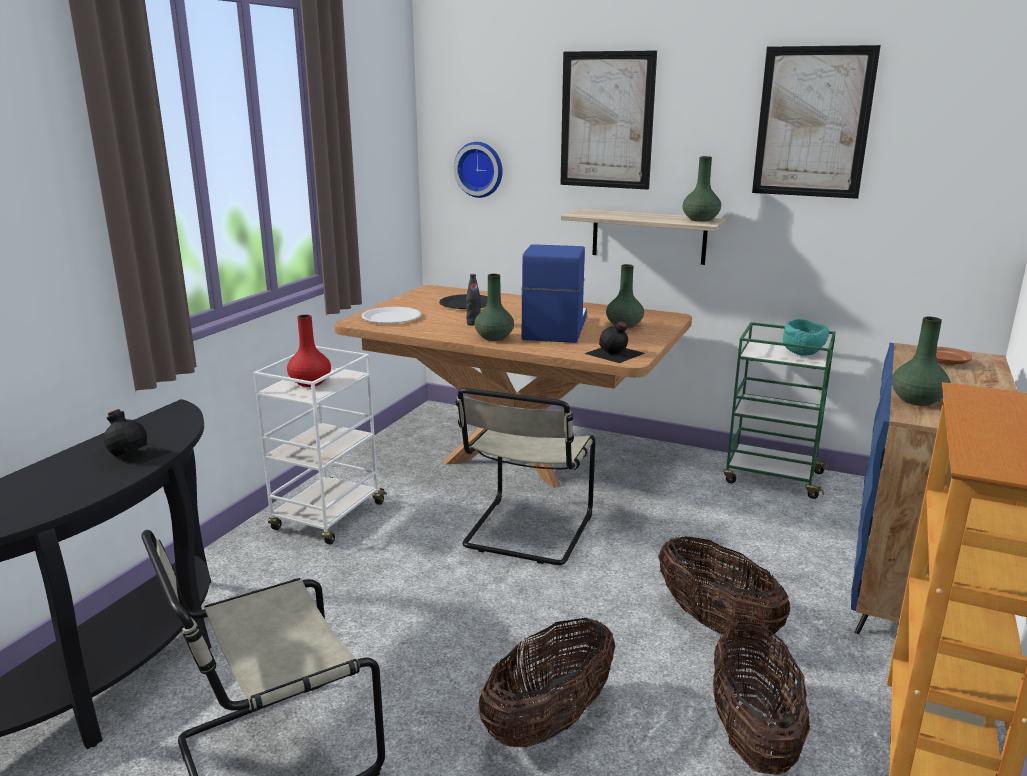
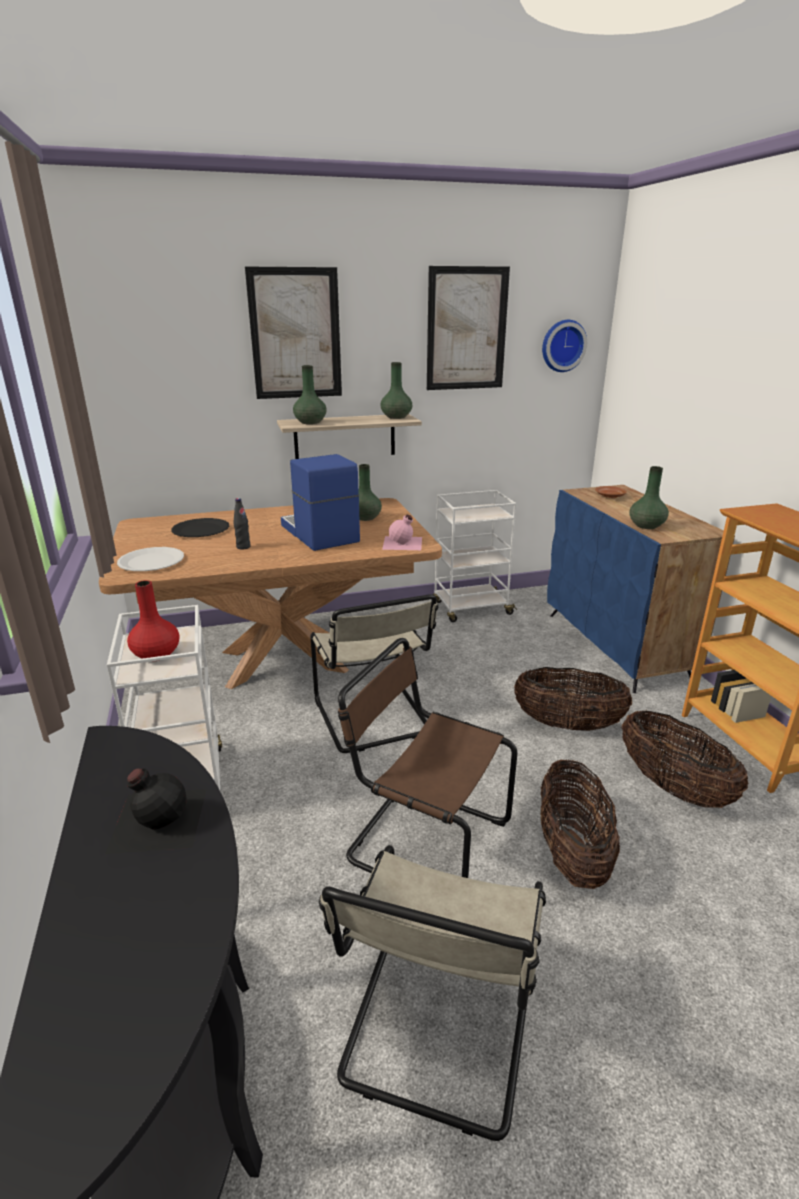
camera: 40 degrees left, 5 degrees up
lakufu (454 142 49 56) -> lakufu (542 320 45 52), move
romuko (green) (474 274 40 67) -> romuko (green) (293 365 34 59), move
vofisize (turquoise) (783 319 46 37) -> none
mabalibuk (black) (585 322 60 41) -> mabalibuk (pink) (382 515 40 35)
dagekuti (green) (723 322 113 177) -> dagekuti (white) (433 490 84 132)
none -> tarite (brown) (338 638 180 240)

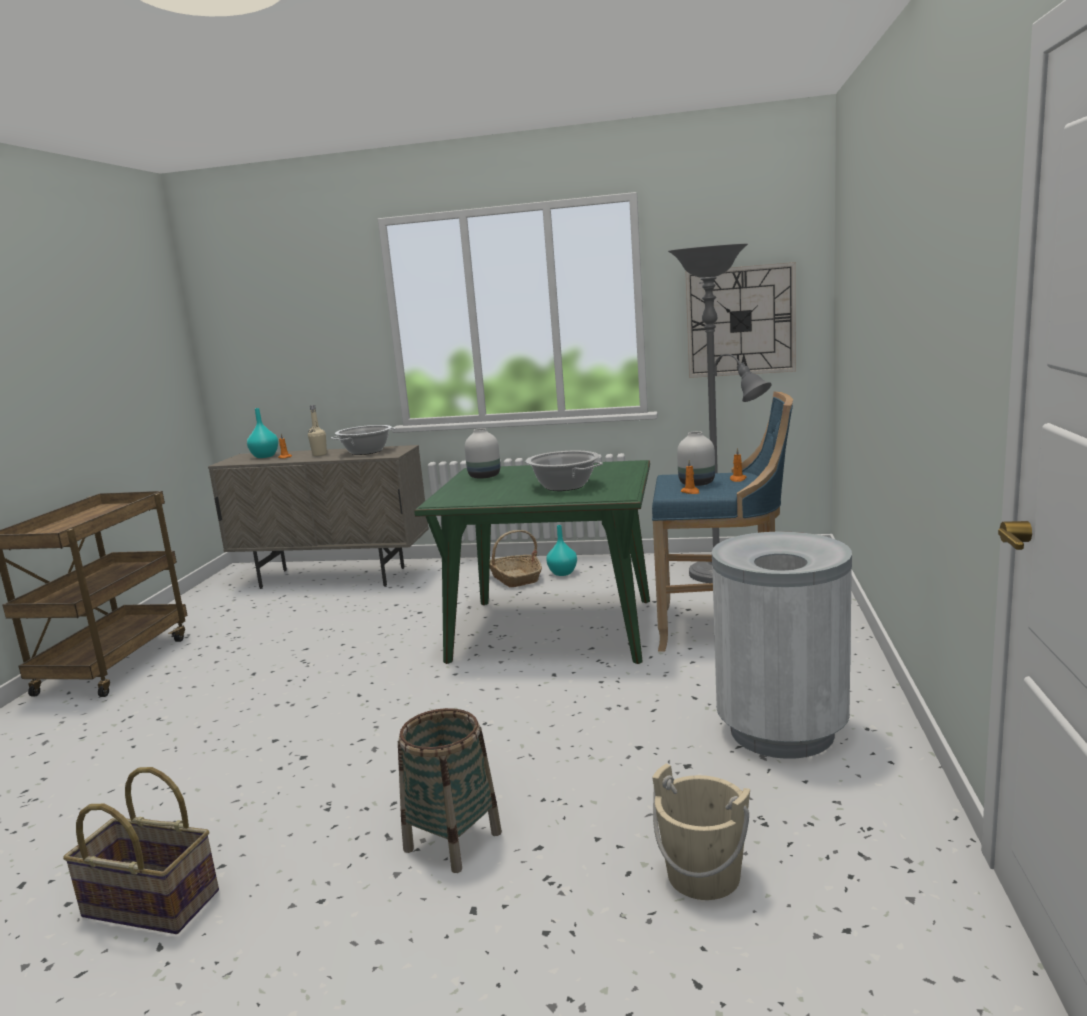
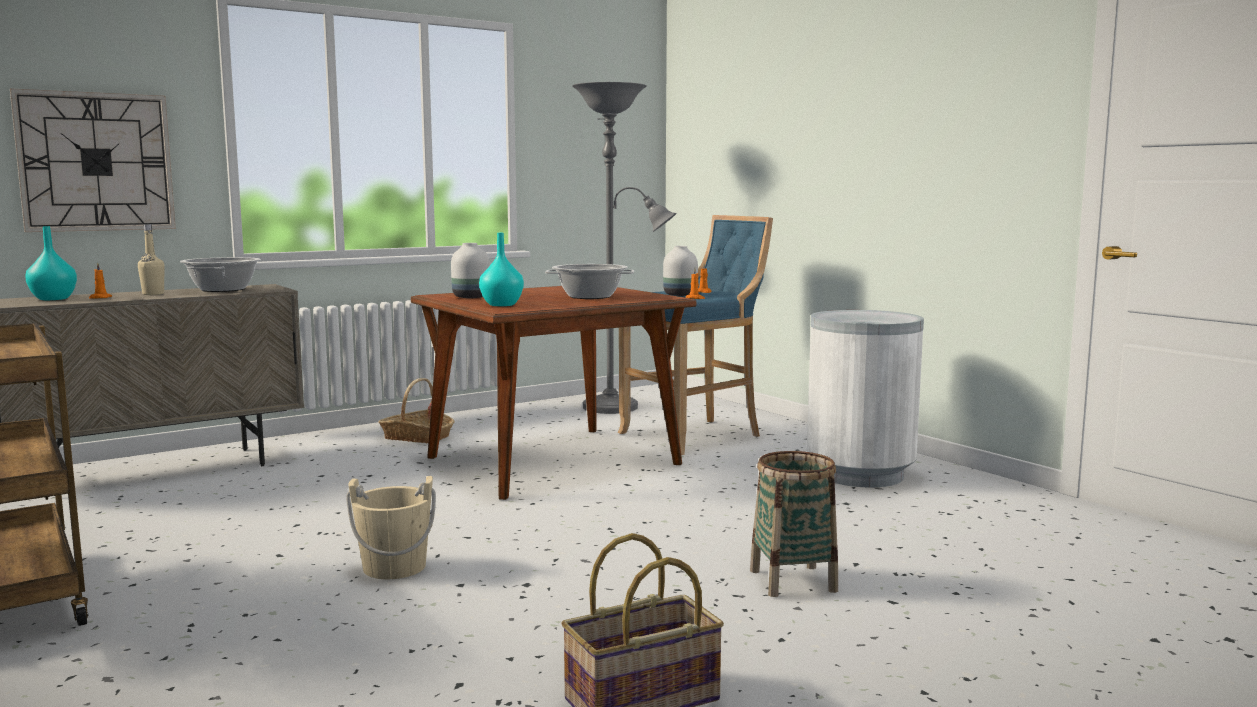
camera: 45 degrees left, 5 degrees down
lakufu (685 262 111 116) -> lakufu (10 88 166 144), move
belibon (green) (414 460 236 204) -> belibon (brown) (411 286 285 214)
romuko (turquoise) (546 525 31 51) -> romuko (turquoise) (479 233 45 73), move
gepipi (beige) (652 763 98 137) -> gepipi (beige) (346 476 90 103), move

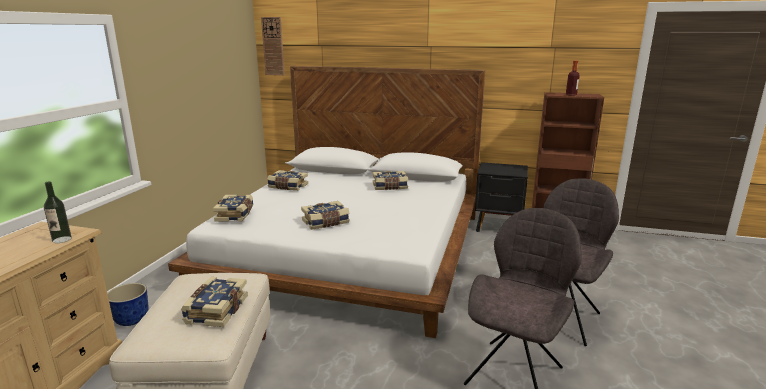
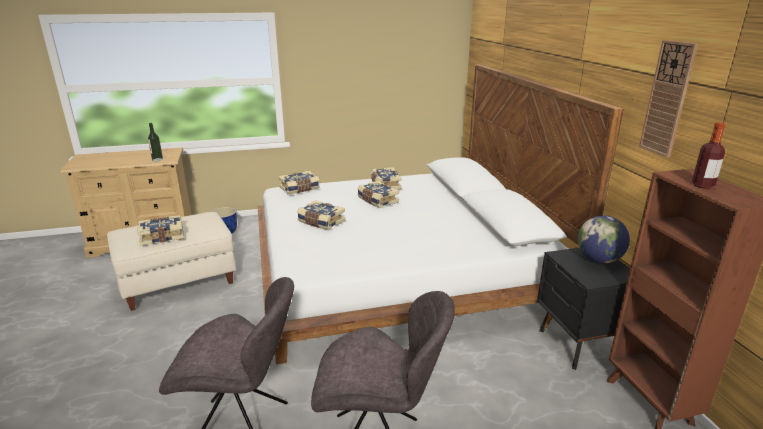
camera: 60 degrees right, 5 degrees up
lakufu (261 17 24 58) -> lakufu (639 40 59 118), move
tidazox (373 171 35 19) -> tidazox (358 181 41 27), move
none -> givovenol (577 215 53 48)

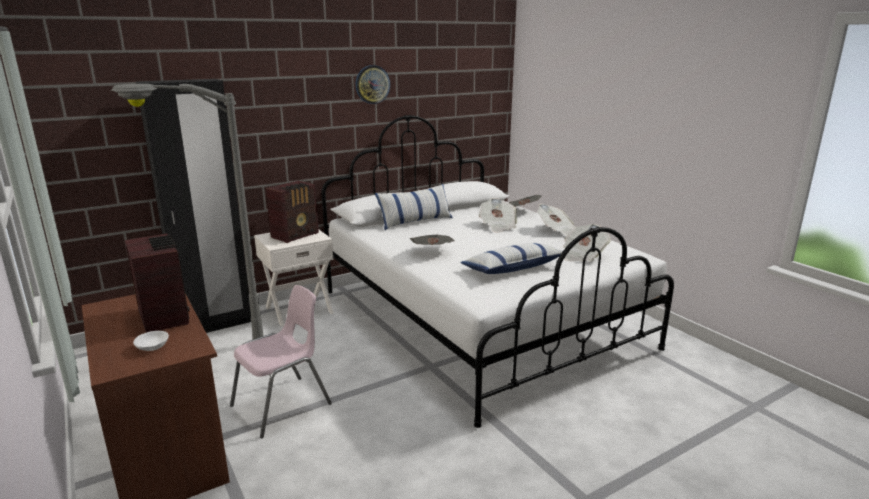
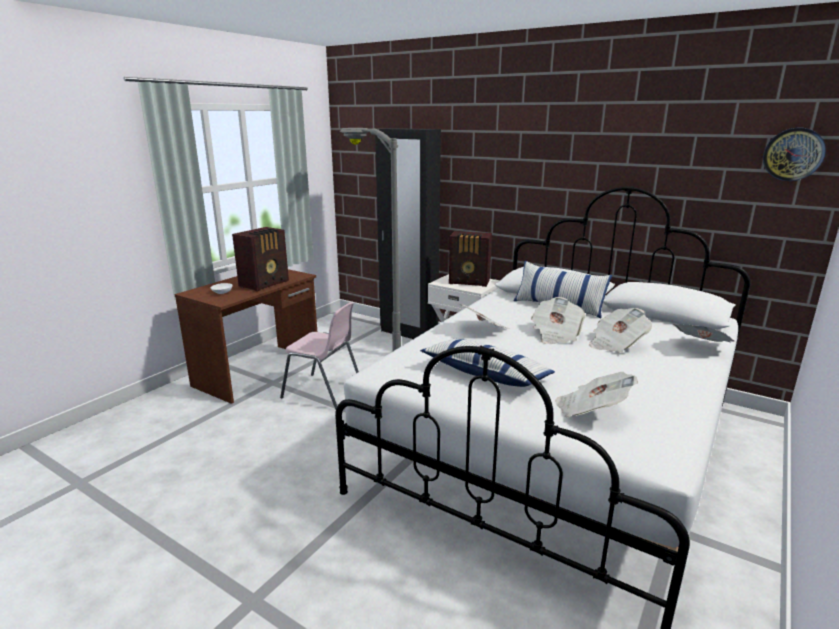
camera: 65 degrees right, 0 degrees up
lakufu (355 65 35 39) -> lakufu (763 128 63 53), move
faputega (537 204 39 31) -> faputega (531 297 55 47), move

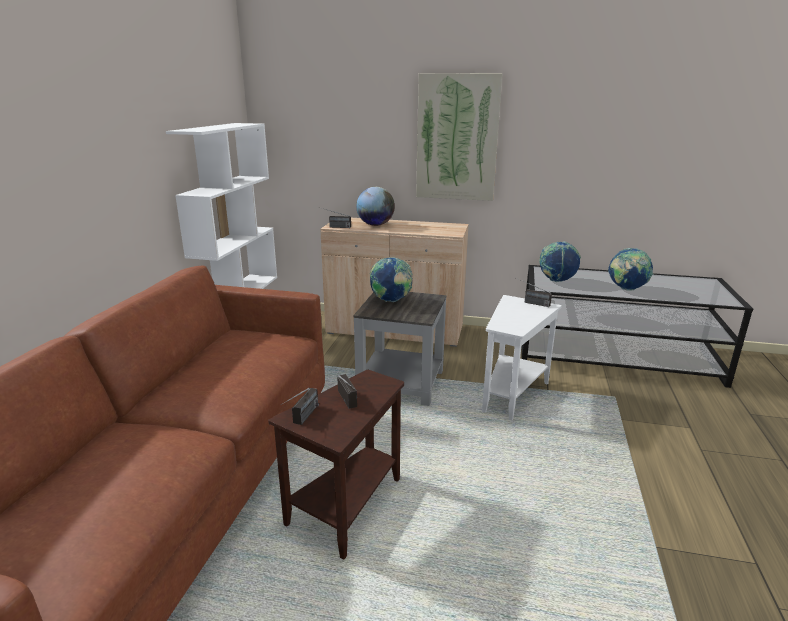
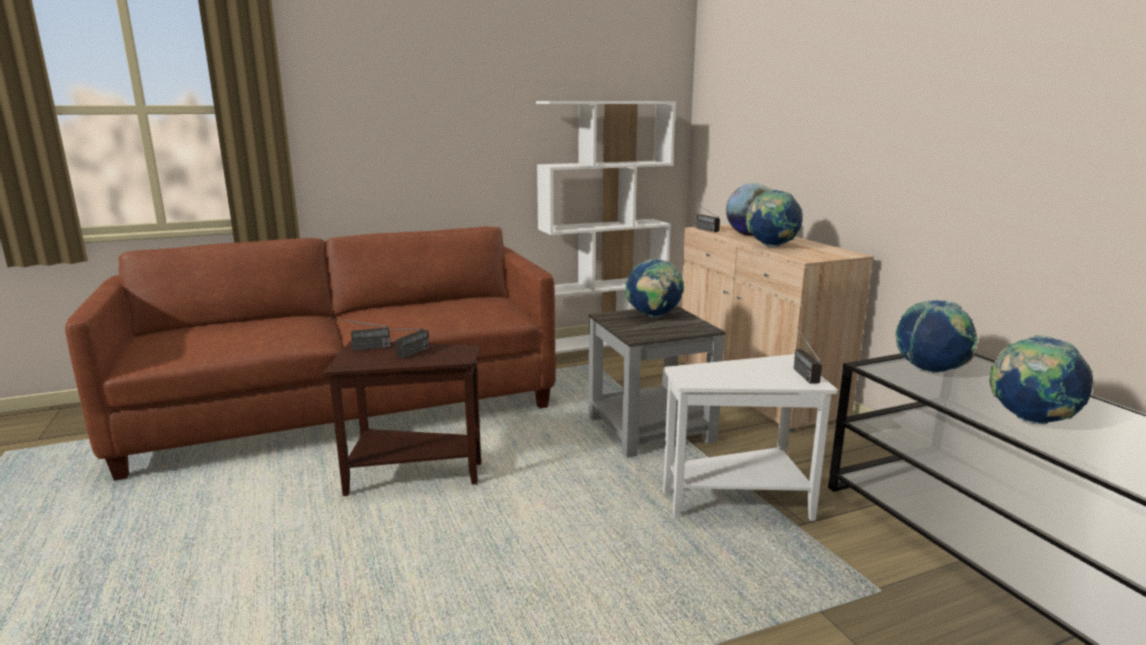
camera: 55 degrees right, 5 degrees down
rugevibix (416 73 87 128) -> none
none -> givovenol (746 190 57 57)

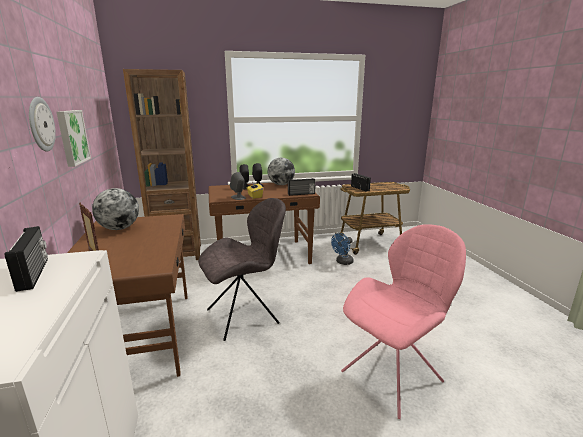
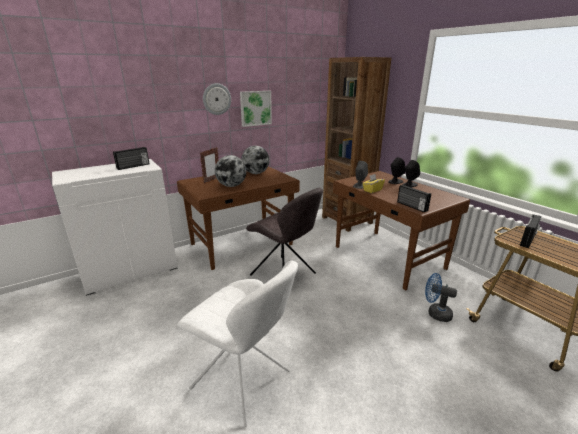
camera: 70 degrees right, 5 degrees up
givovenol (268 158 27 27) -> givovenol (215 155 31 32), move
tarite (pink) (341 224 125 195) -> tarite (white) (177 261 121 166)

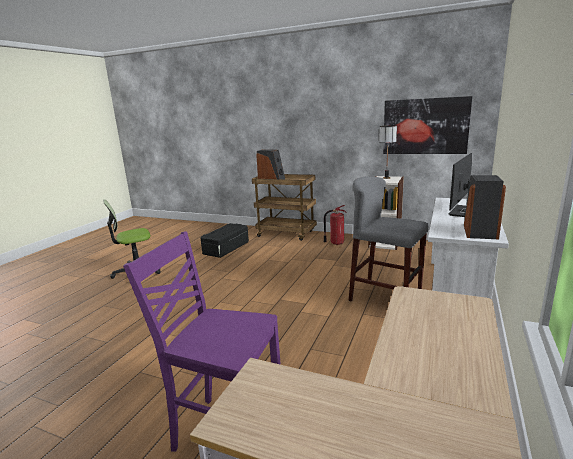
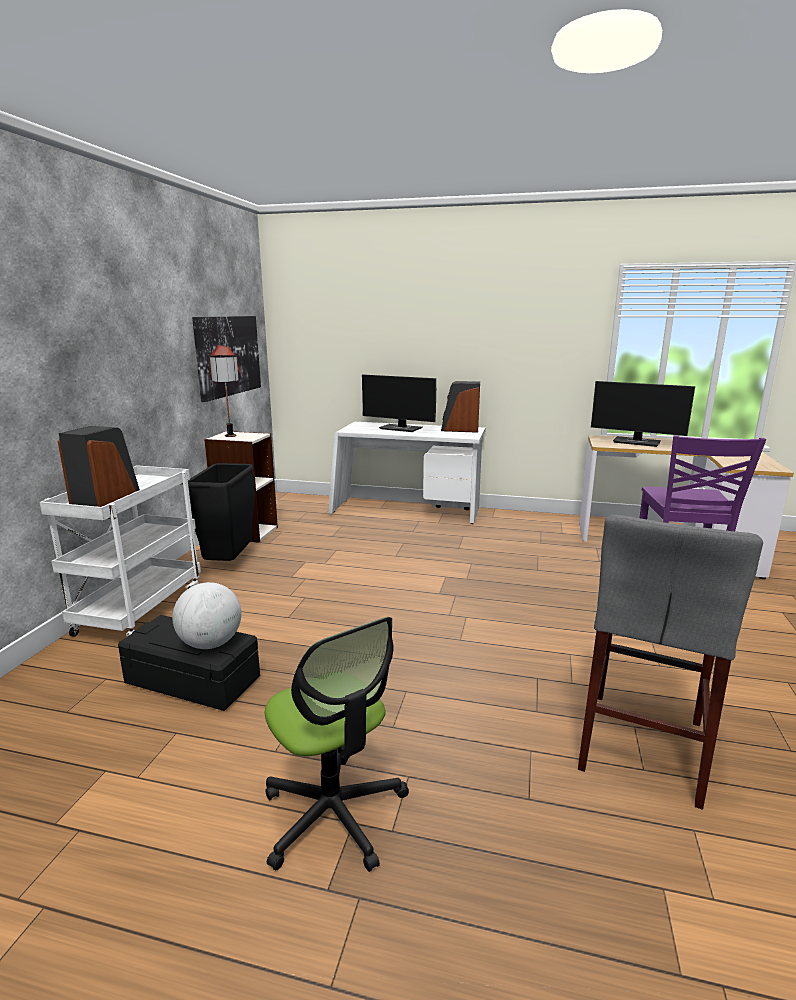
camera: 100 degrees left, 0 degrees up
dagekuti (brown) (252 174 65 67) -> dagekuti (white) (39 465 162 172)
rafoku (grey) (349 176 80 125) -> rafoku (grey) (578 514 185 296), move
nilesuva (324 205 23 40) -> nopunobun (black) (188 463 67 98)
none -> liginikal (591 381 104 66)
none -> givovenol (172 582 69 67)

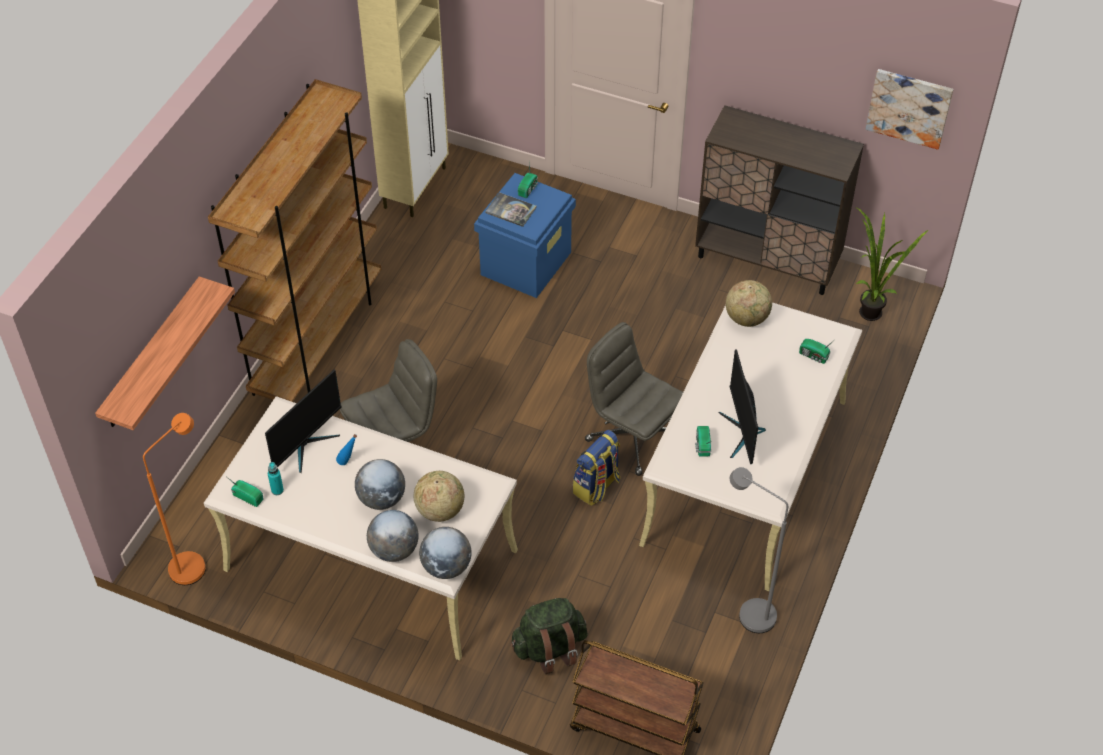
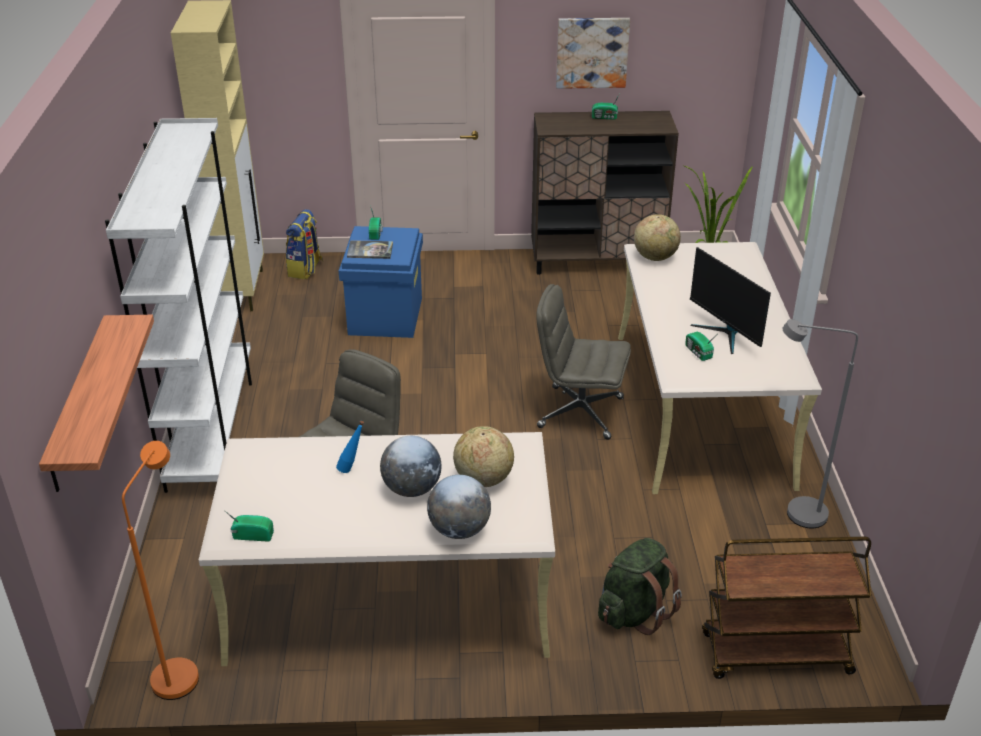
camera: 25 degrees left, 15 degrees down
rugevibix (866 69 87 81) -> rugevibix (556 18 74 71), move
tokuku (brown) (208 79 173 323) -> tokuku (white) (105 118 147 375)
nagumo (799 339 34 25) -> nagumo (592 95 27 24), move
liginikal (265 369 77 104) -> none
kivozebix (573 430 47 76) -> kivozebix (286 209 37 70), move
mabalibuk (turquoise) (268 462 16 33) -> none
givovenol (419 527 52 52) -> none

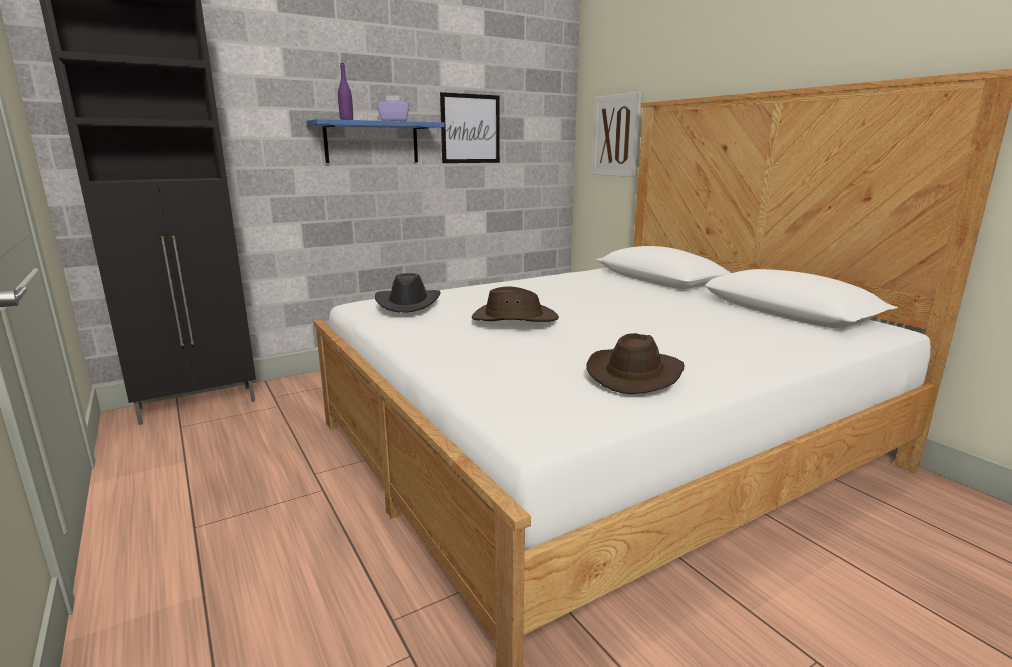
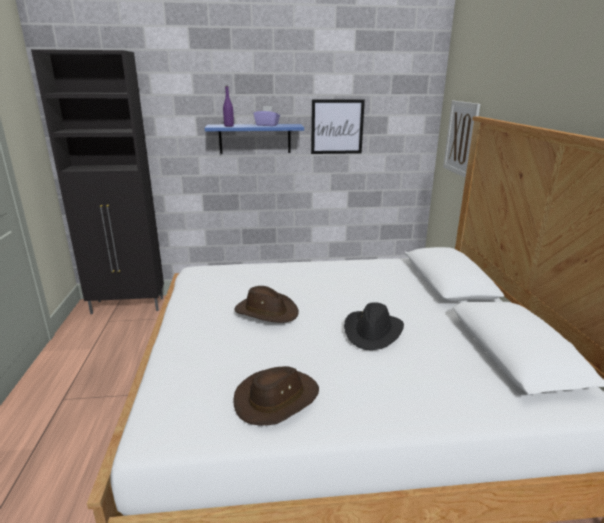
camera: 25 degrees right, 5 degrees up
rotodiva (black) (375 273 65 40) -> rotodiva (black) (344 302 60 48), move

